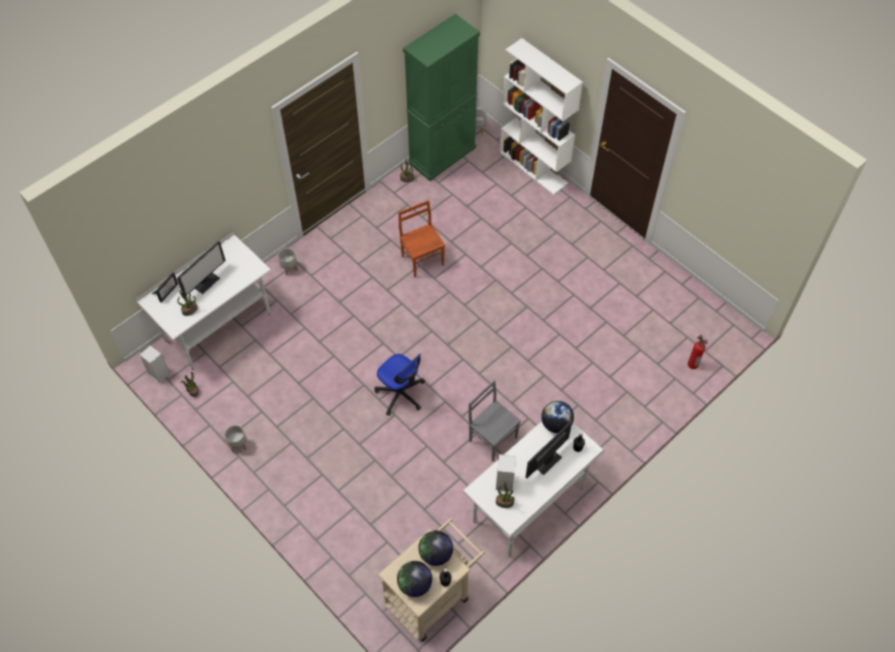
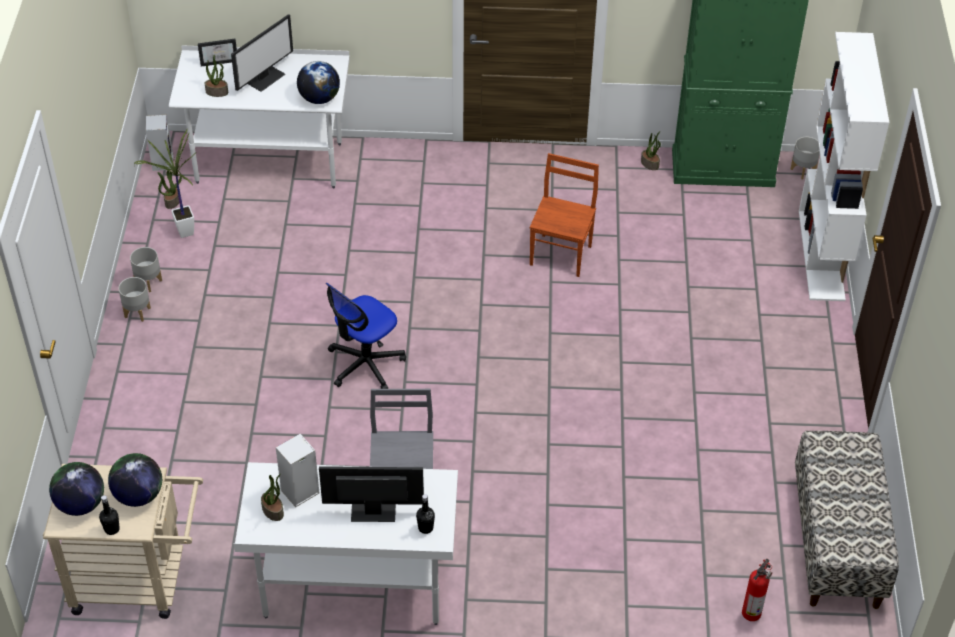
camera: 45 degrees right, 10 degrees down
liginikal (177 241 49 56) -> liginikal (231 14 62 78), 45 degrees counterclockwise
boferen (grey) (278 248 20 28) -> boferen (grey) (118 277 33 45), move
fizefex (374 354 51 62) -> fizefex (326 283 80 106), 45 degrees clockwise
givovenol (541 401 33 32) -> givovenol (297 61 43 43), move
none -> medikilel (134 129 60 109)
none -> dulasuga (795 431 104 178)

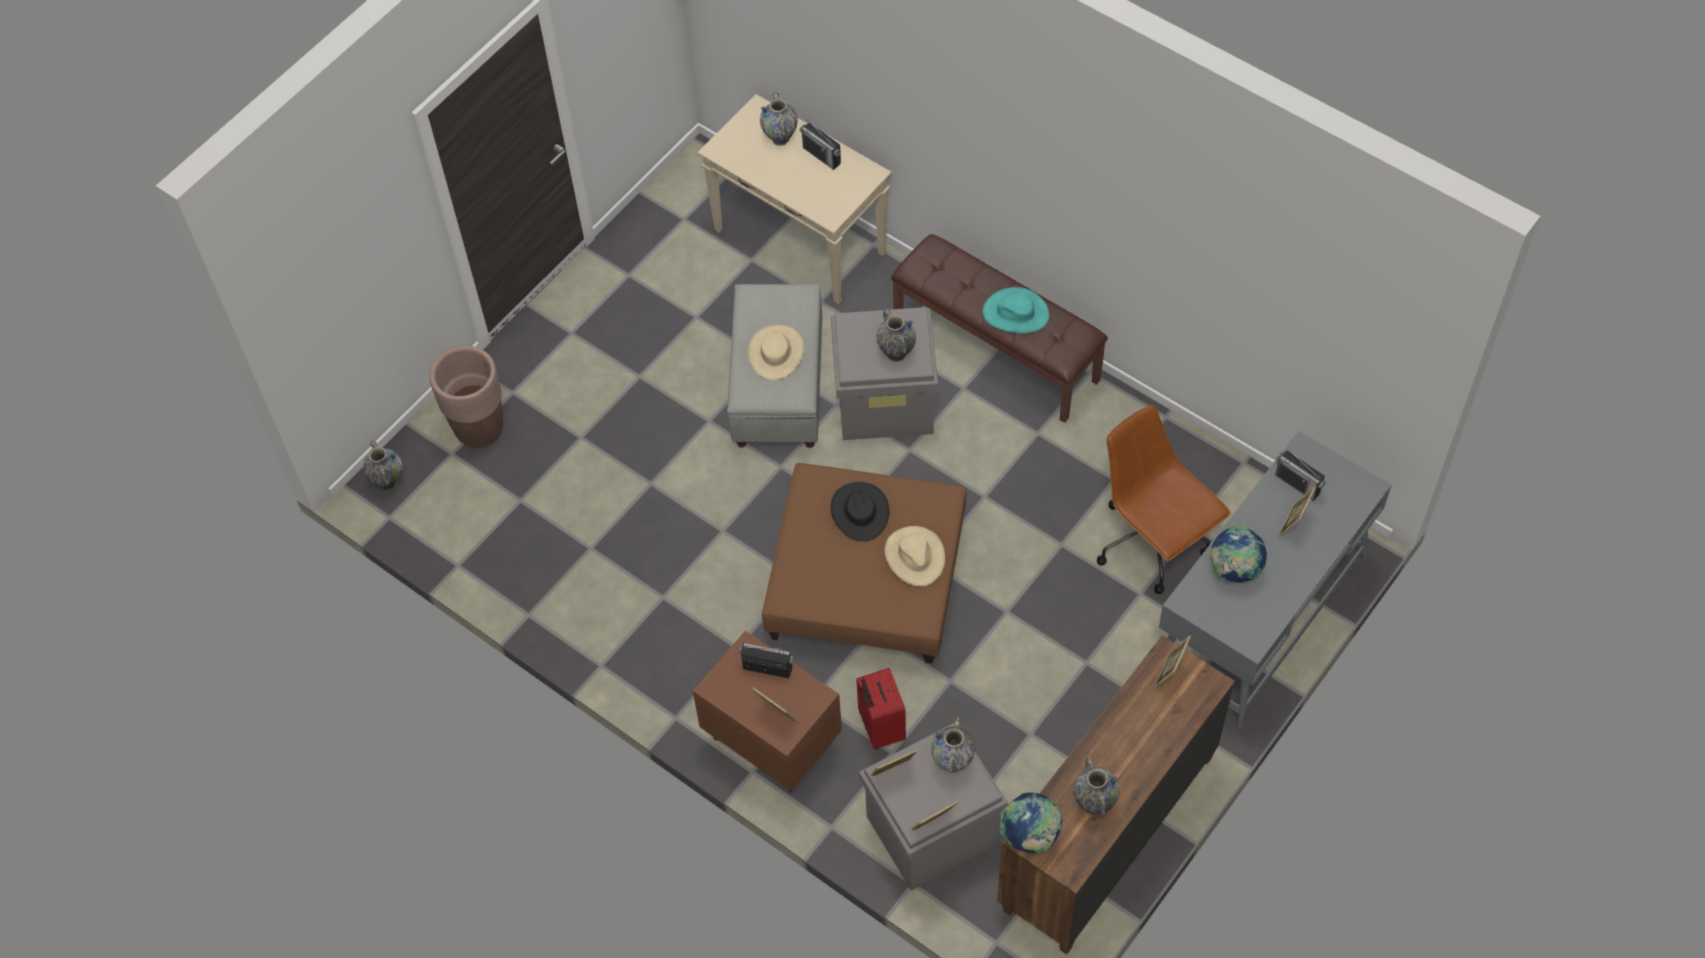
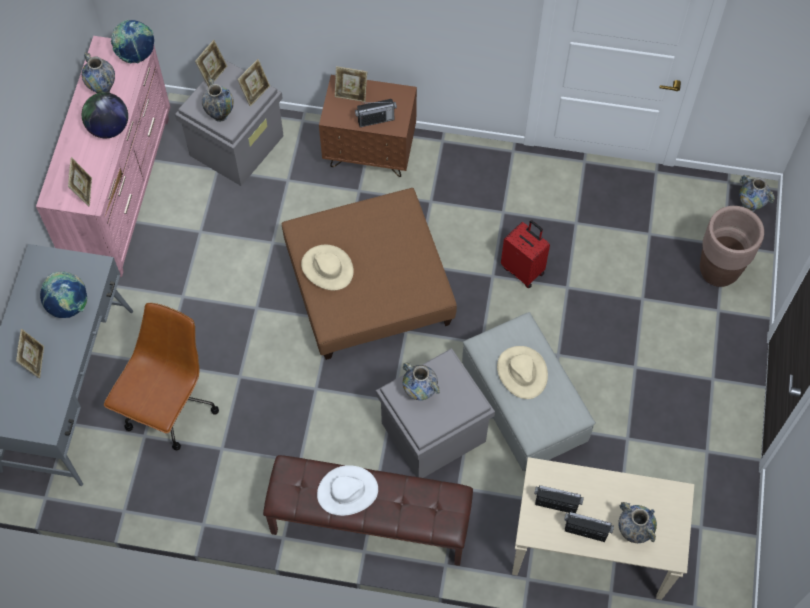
camera: 150 degrees right, 5 degrees up
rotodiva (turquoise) (982 287 67 46) -> rotodiva (white) (317 465 61 51)
fizefex (brown) (1097 405 134 189) -> fizefex (brown) (104 303 115 148), 90 degrees counterclockwise
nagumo (1275 449 51 52) -> nagumo (534 485 50 28), move
rotodiva (black) (831 482 58 59) -> none
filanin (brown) (997 635 238 319) -> filanin (pink) (36 36 134 241)
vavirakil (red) (856 668 50 81) -> vavirakil (red) (501 220 49 68), move
none -> givovenol (82 92 46 46)

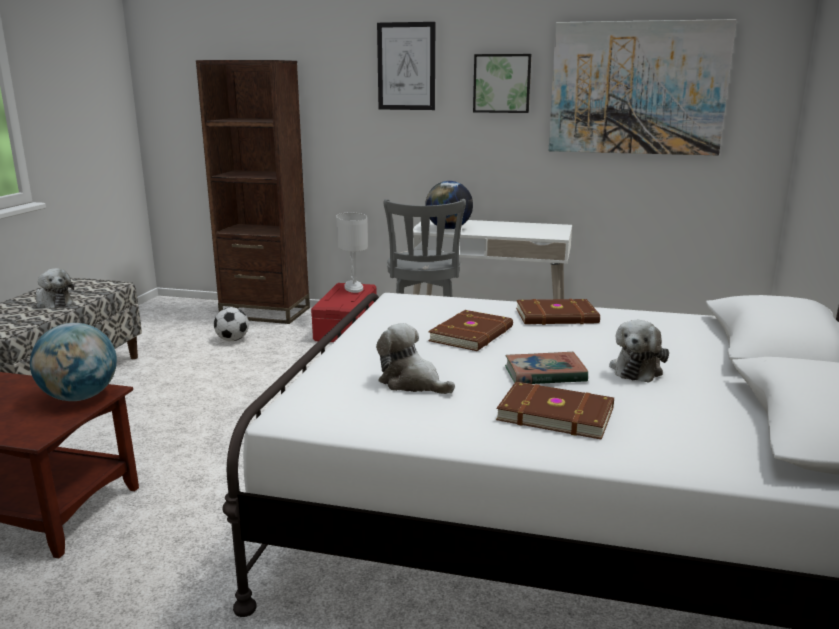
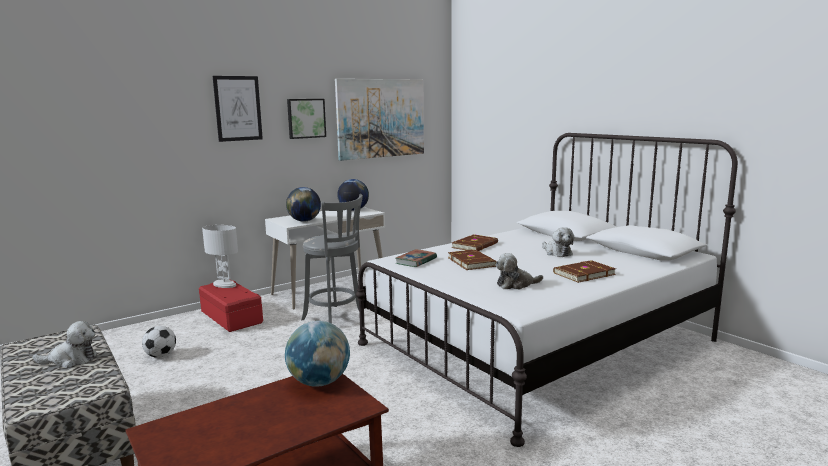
camera: 50 degrees left, 5 degrees down
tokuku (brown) (196 60 114 264) -> none
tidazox (505 352 83 32) -> tidazox (396 249 41 18), move
none -> givovenol (337 179 32 32)

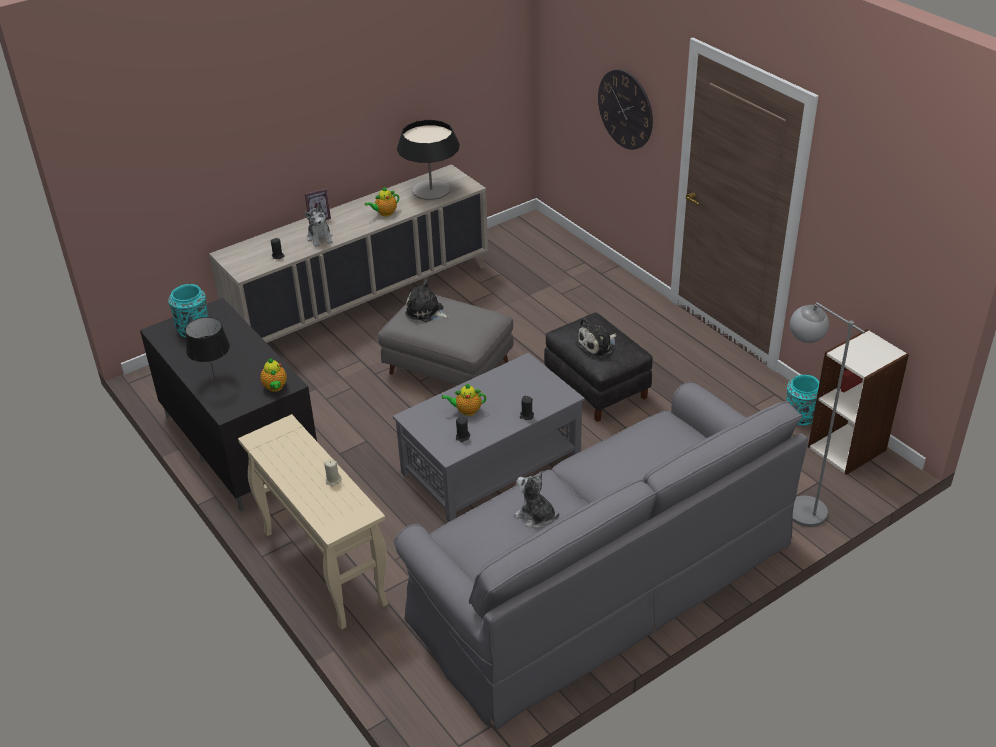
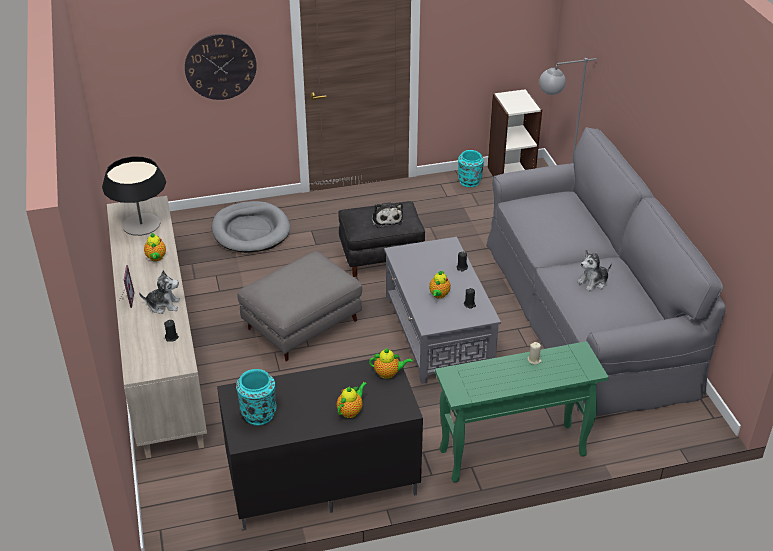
camera: 70 degrees left, 0 degrees up
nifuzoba (405 280 46 42) -> none
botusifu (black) (185 317 45 62) -> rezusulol (337 382 30 36)
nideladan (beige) (238 414 150 216) -> nideladan (green) (435 341 174 142)
none -> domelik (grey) (212 201 78 52)

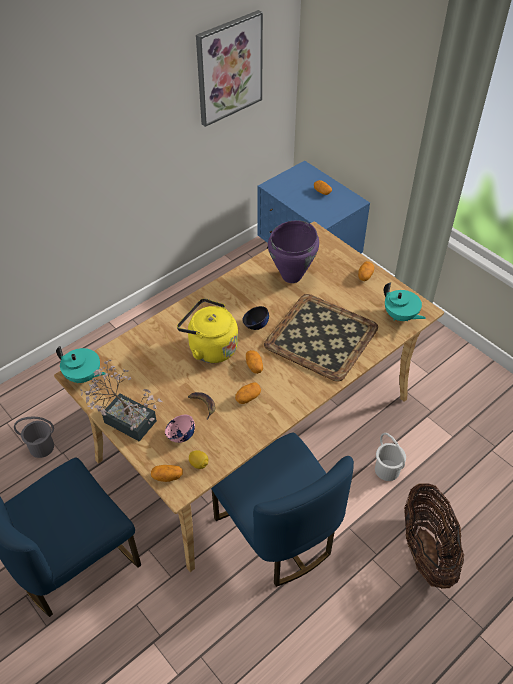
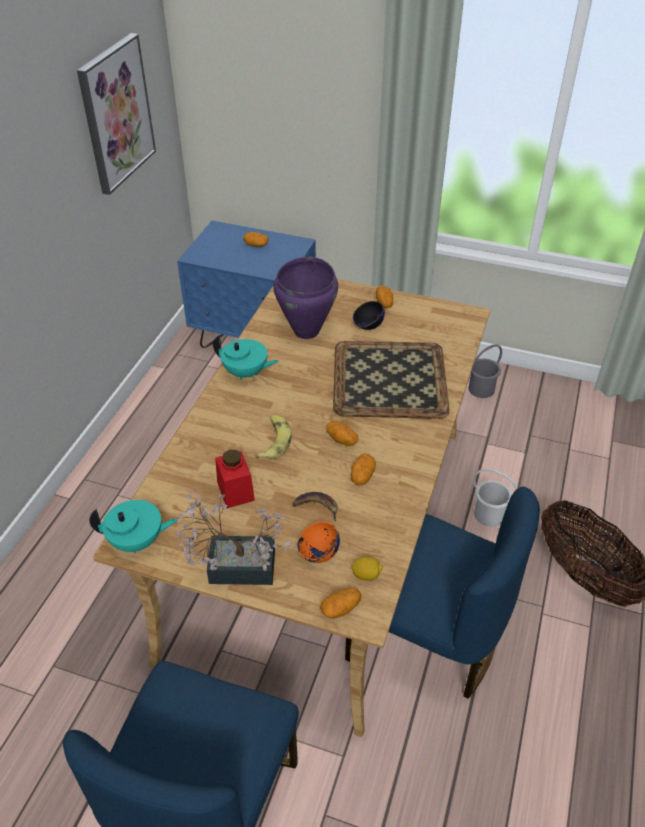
camera: 30 degrees left, 5 degrees down
rezusulol (turquoise) (384 283 42 38) -> rezusulol (turquoise) (213 335 66 45), move
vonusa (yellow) (177 298 61 65) -> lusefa (255 414 36 45)
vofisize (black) (242 306 27 24) -> vofisize (black) (353 301 32 29), move
vofisize (pink) (165 415 30 28) -> vofisize (orange) (298 521 42 42)
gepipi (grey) (14 416 40 42) -> gepipi (grey) (469 344 33 54), move
none -> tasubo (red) (215 450 40 58)

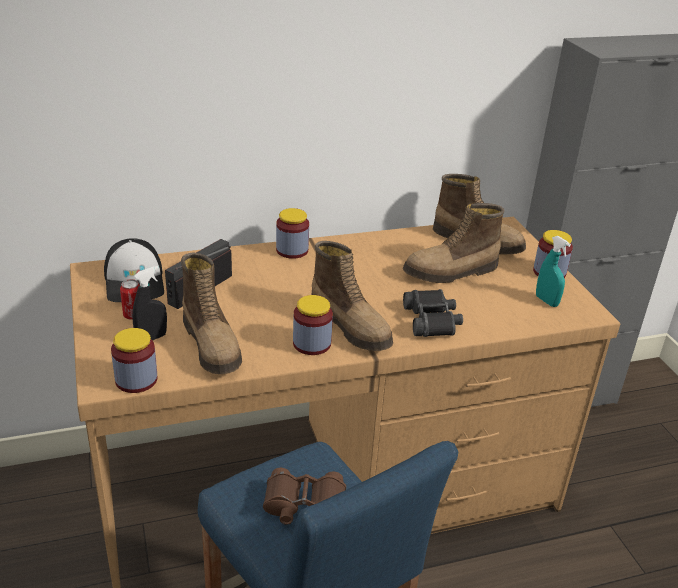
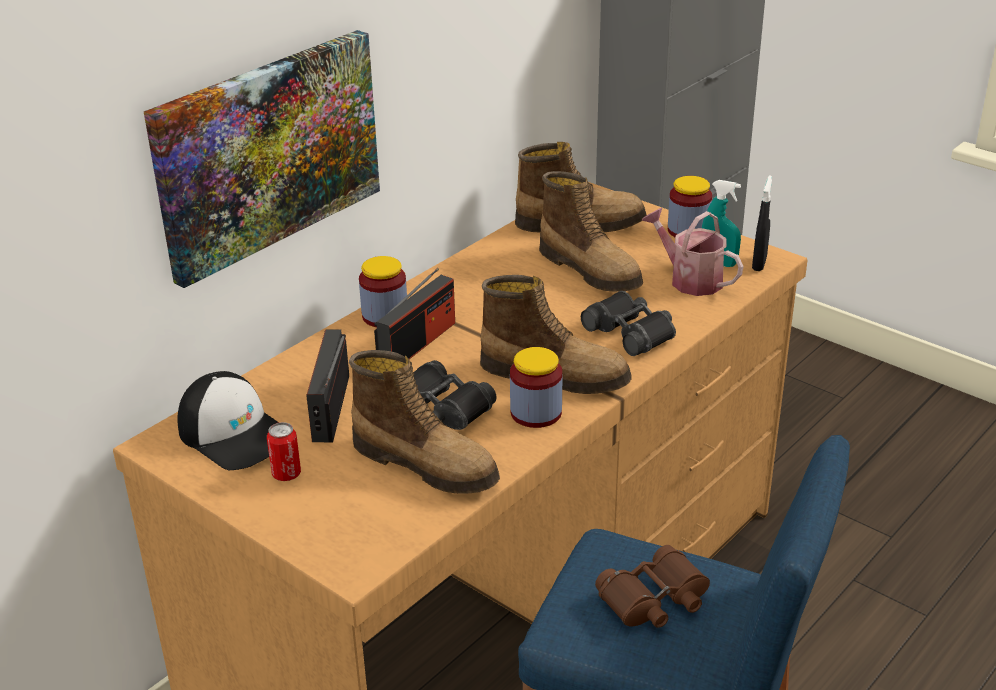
camera: 30 degrees left, 0 degrees up
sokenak (403 203 101 80) -> sokenak (539 171 104 121), 75 degrees counterclockwise
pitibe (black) (132 266 35 75) -> pitibe (black) (752 175 20 96), move
tasubo (111 328 46 65) -> none
none -> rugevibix (144 30 236 258)
none -> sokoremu (642 208 102 88)
none -> nagumo (374 268 81 91)
none -> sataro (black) (414 360 82 70)

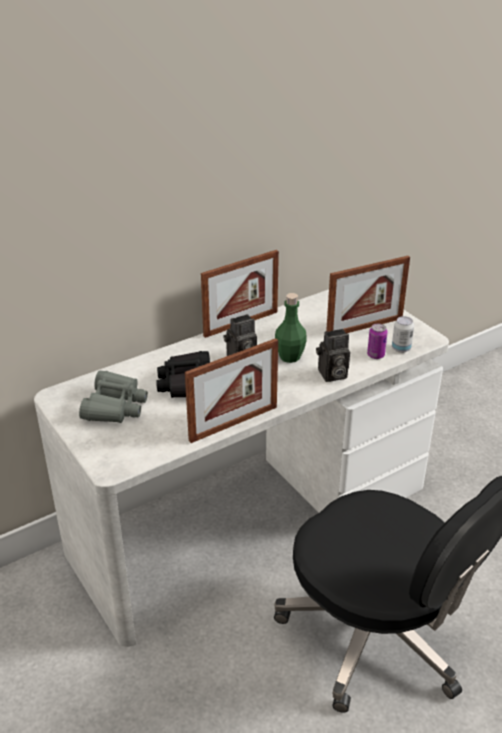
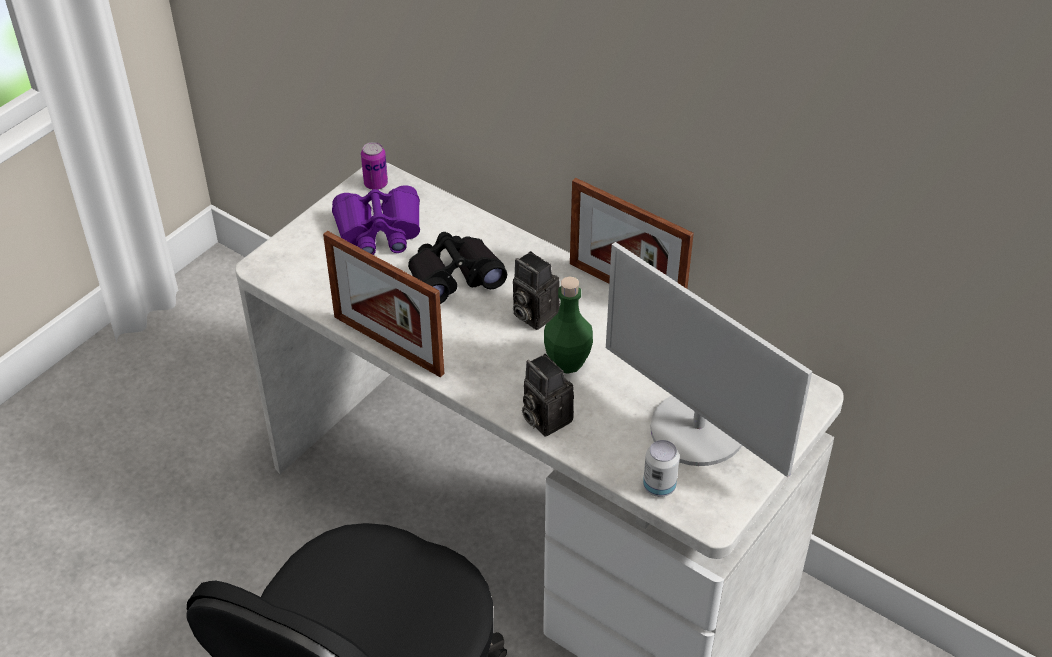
camera: 70 degrees right, 10 degrees up
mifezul (326 256 84 77) -> liginikal (606 242 206 235)
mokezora (367 324 21 35) -> mokezora (361 142 27 48), move
sataro (grey) (79 371 69 52) -> sataro (purple) (332 185 88 70)

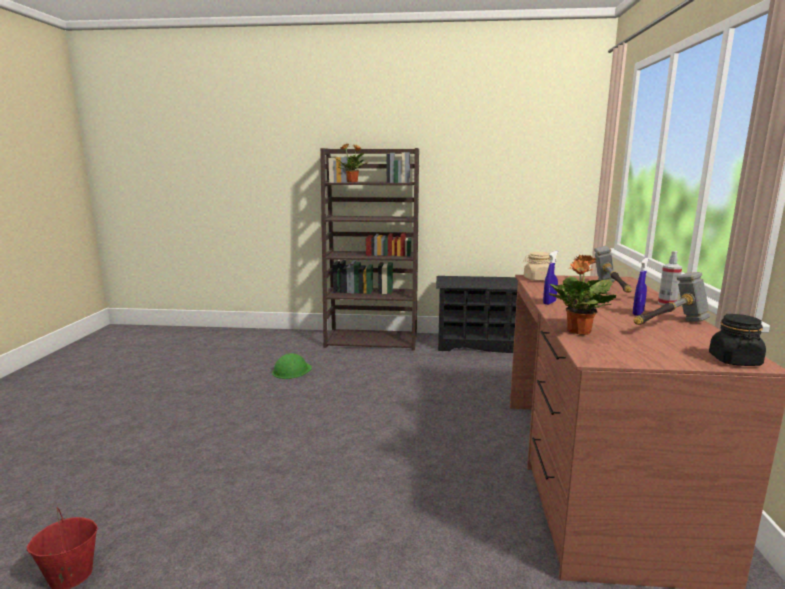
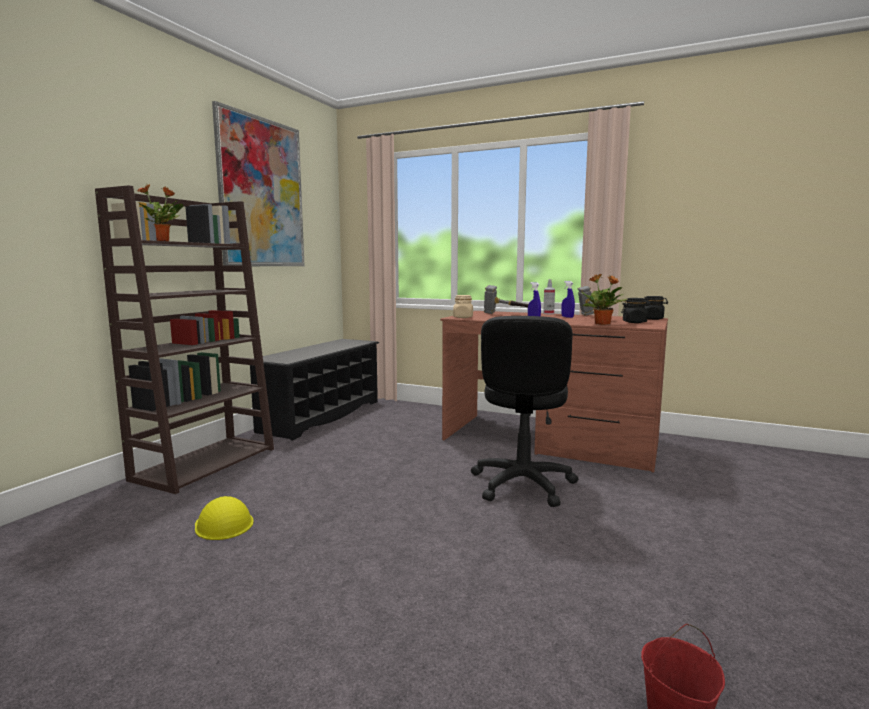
camera: 70 degrees left, 5 degrees down
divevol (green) (272 353 40 26) -> divevol (yellow) (195 496 59 44)
none -> rugevibix (212 101 93 165)
none -> tasubo (black) (621 298 30 25)
none -> fizefex (black) (471 316 107 191)

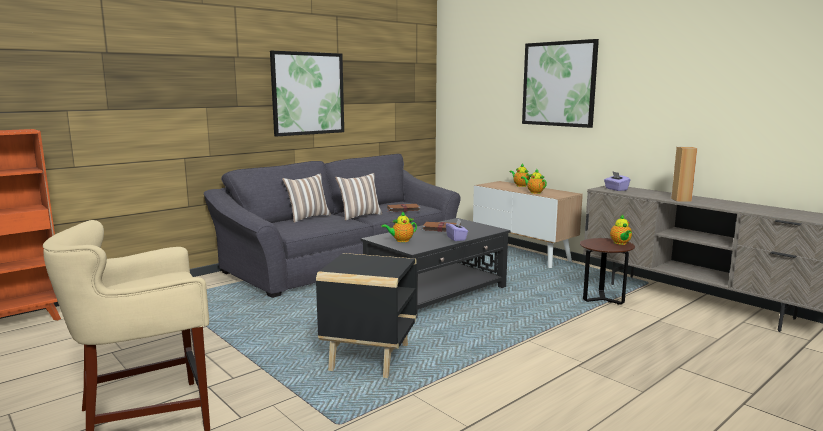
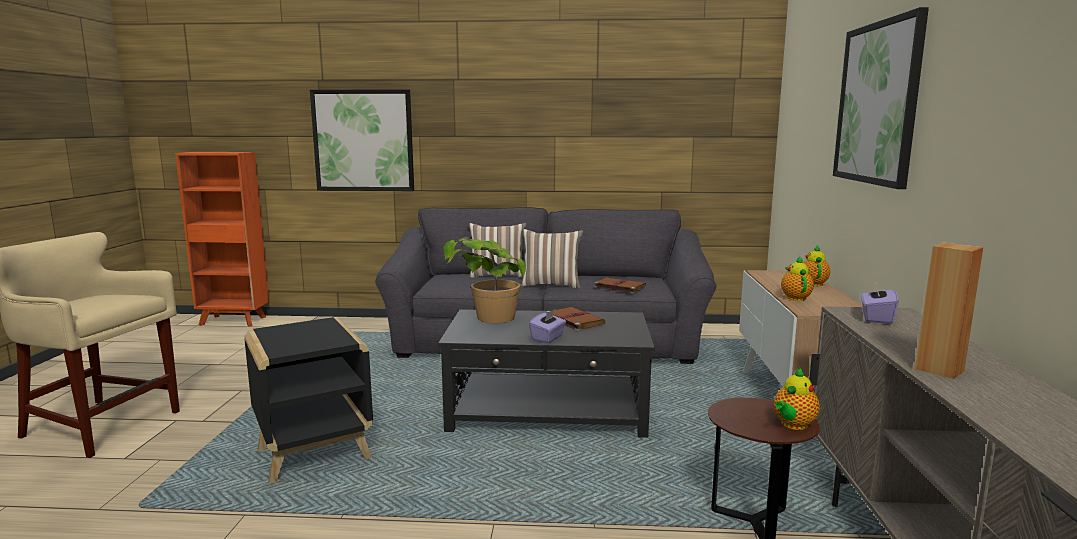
camera: 45 degrees right, 0 degrees up
rugevibix (270 51 74 86) -> rugevibix (310 89 104 102), move
rezusulol (382 211 35 31) -> medikilel (444 237 82 86)

